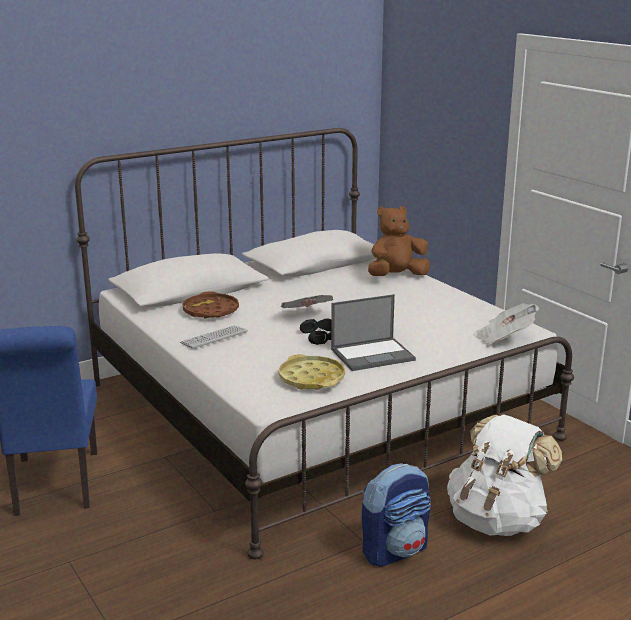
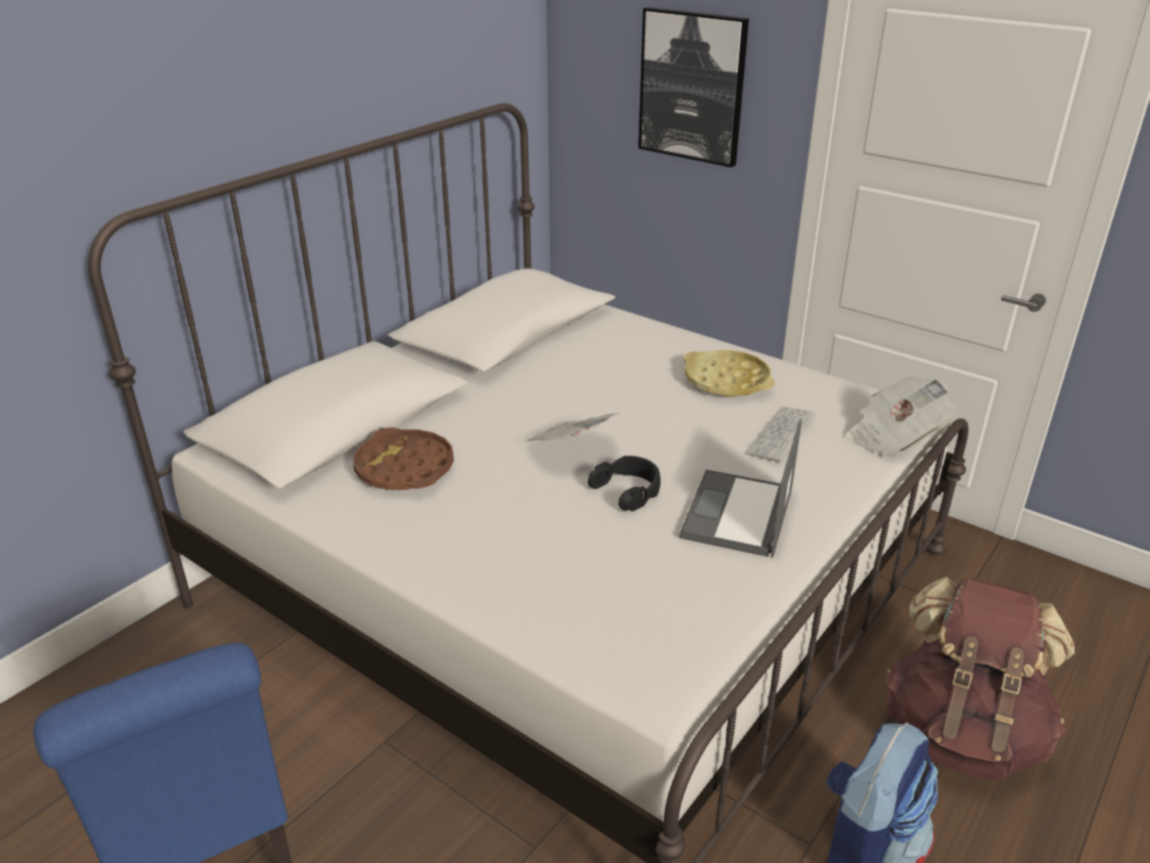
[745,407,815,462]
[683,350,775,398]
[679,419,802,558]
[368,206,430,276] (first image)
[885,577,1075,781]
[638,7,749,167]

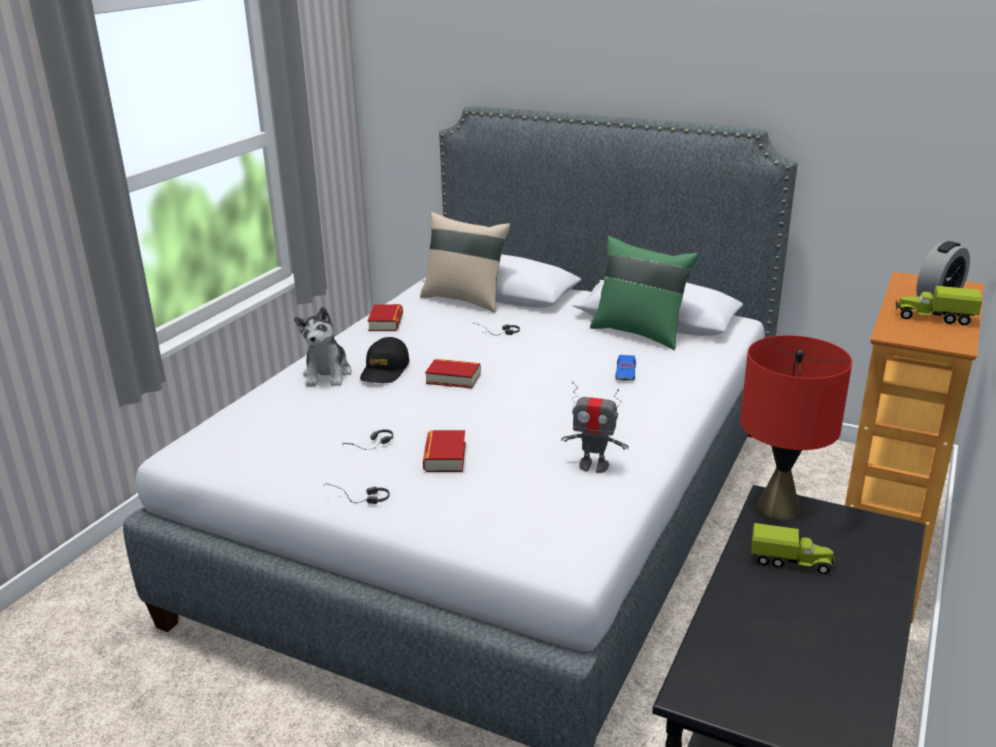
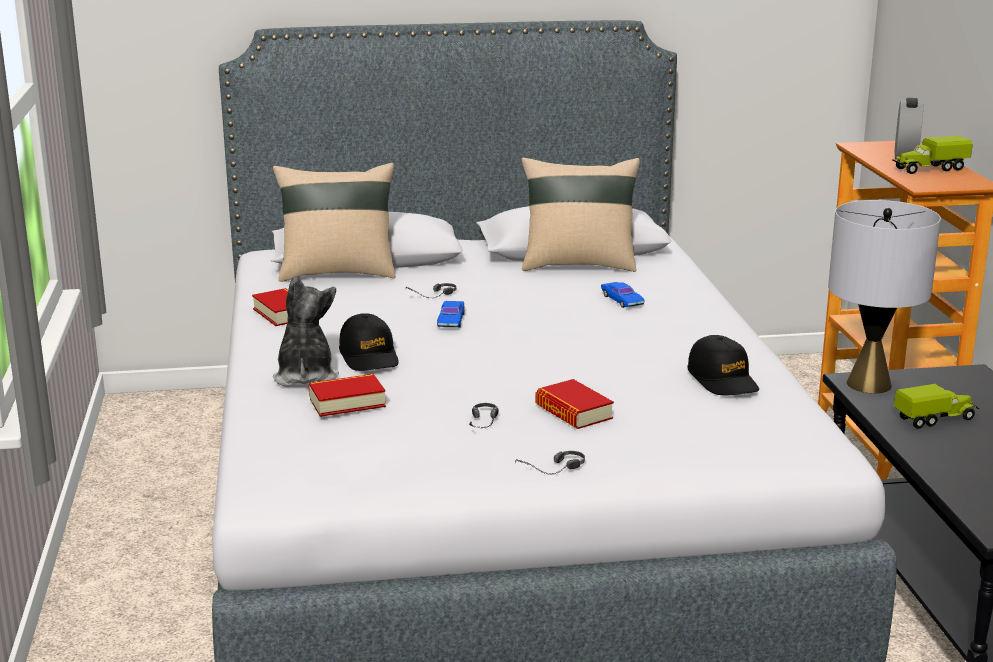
[273,275,339,387]
[309,374,386,417]
[687,335,759,395]
[522,157,640,272]
[828,200,941,393]
[437,301,465,328]

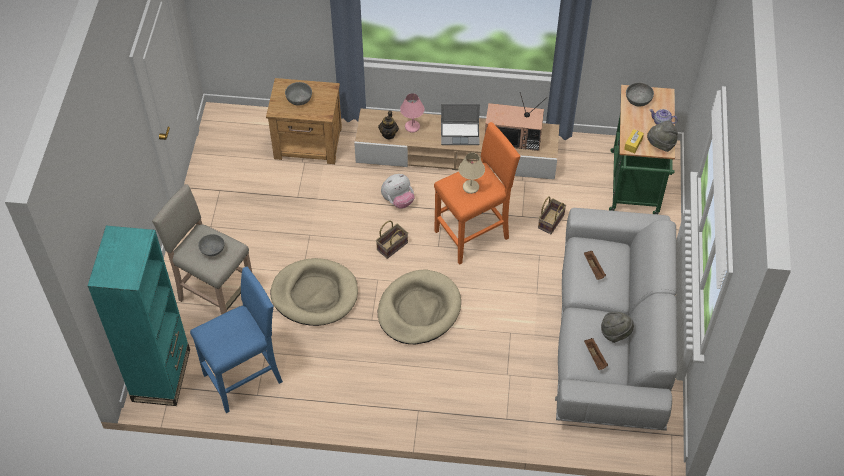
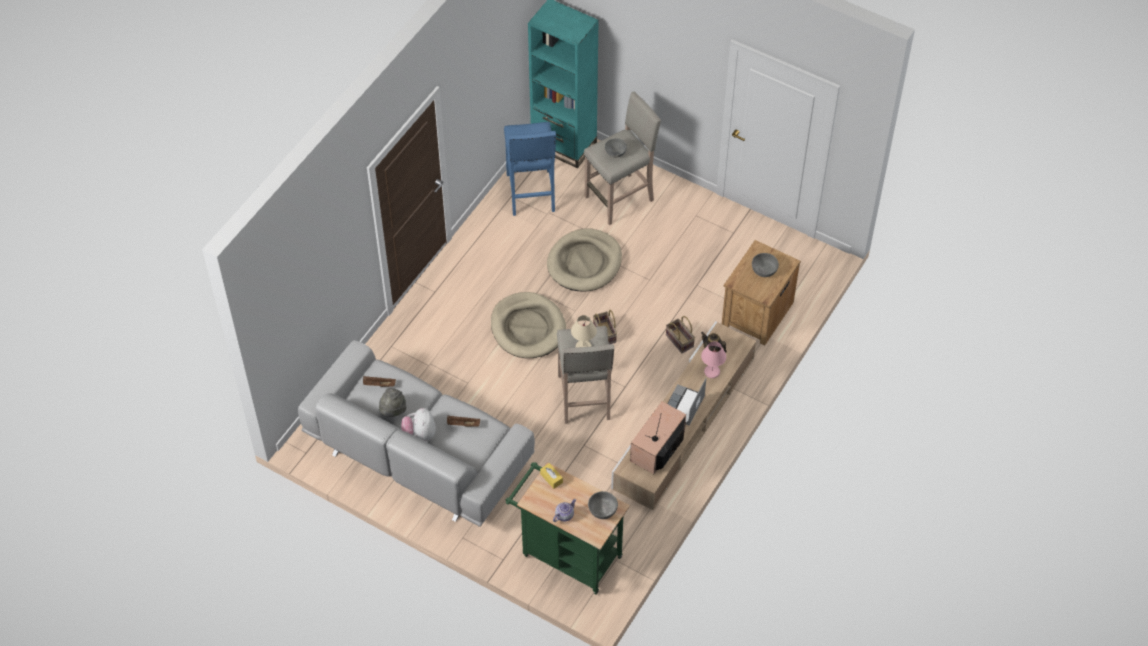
[401,408,436,441]
[557,326,614,424]
[666,316,695,353]
[647,121,678,152] (first image)

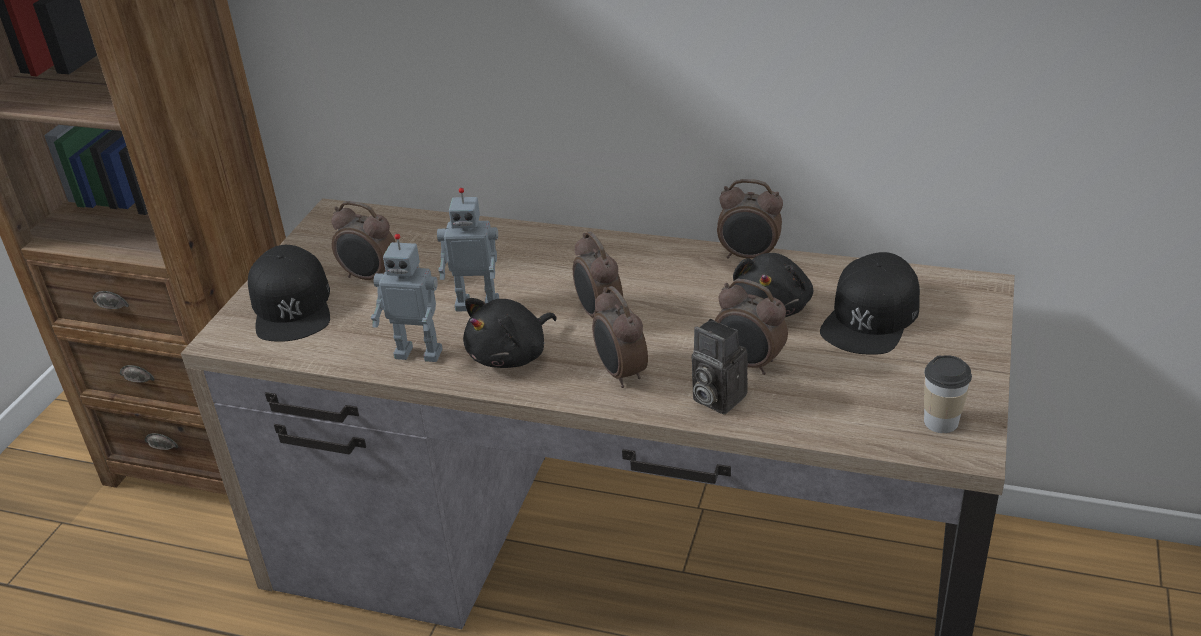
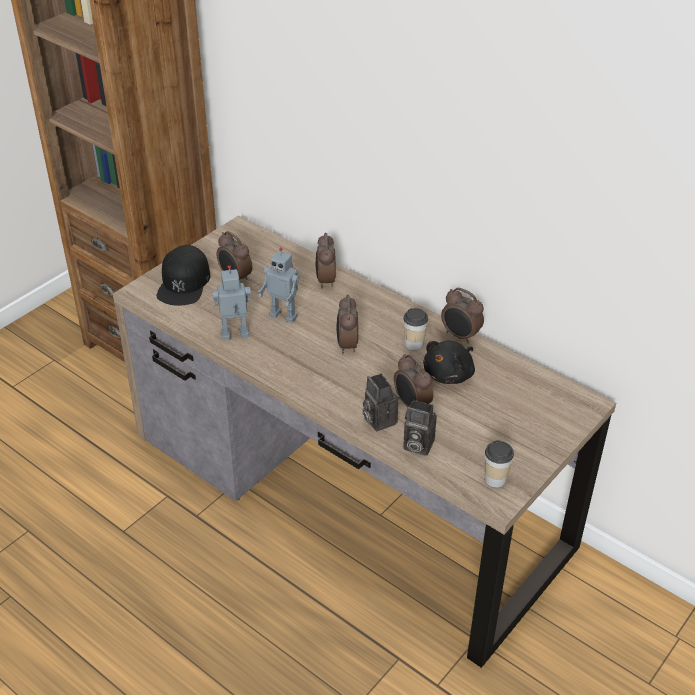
[212,265,251,340]
[463,298,557,368] (first image)
[315,233,336,288]
[820,252,920,355] (first image)
[403,308,428,351]
[403,400,437,456]

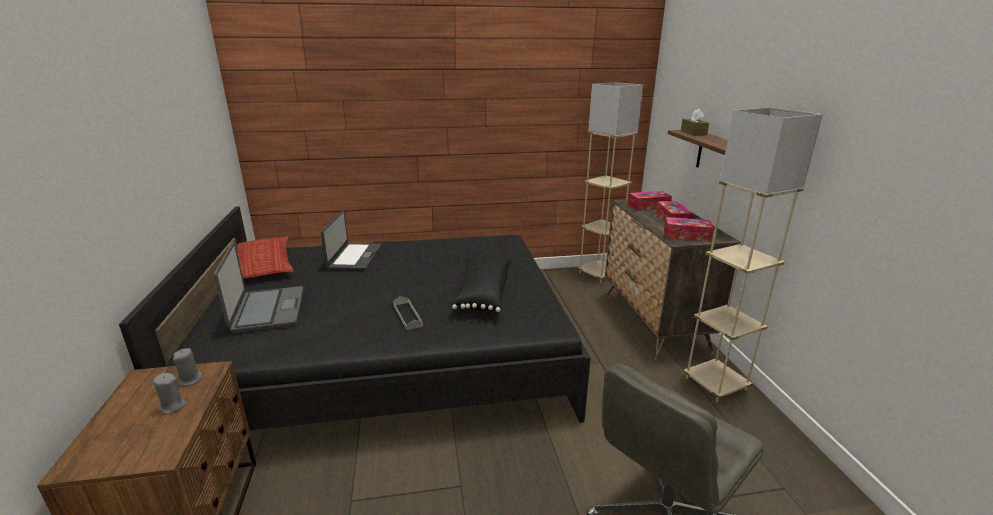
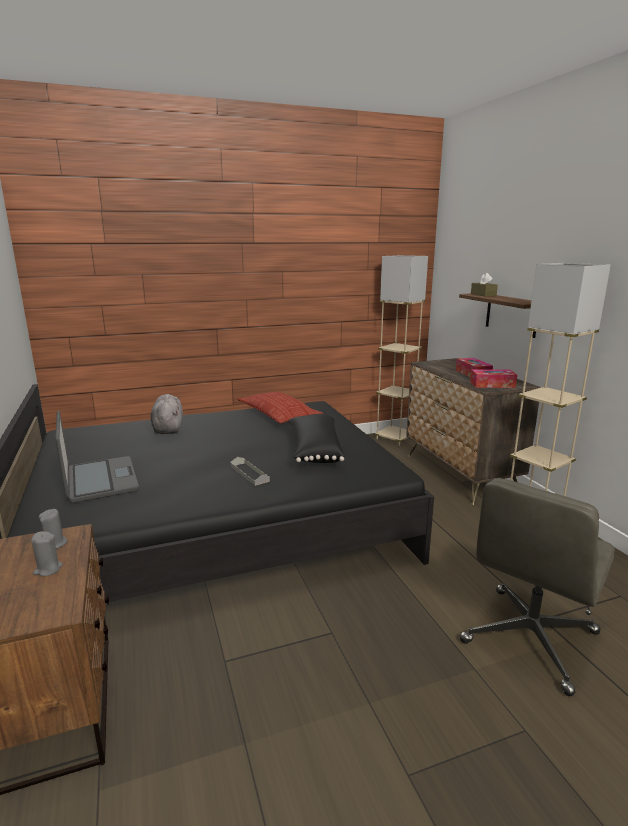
[238,391,323,423]
[151,394,183,434]
[628,191,672,211] (first image)

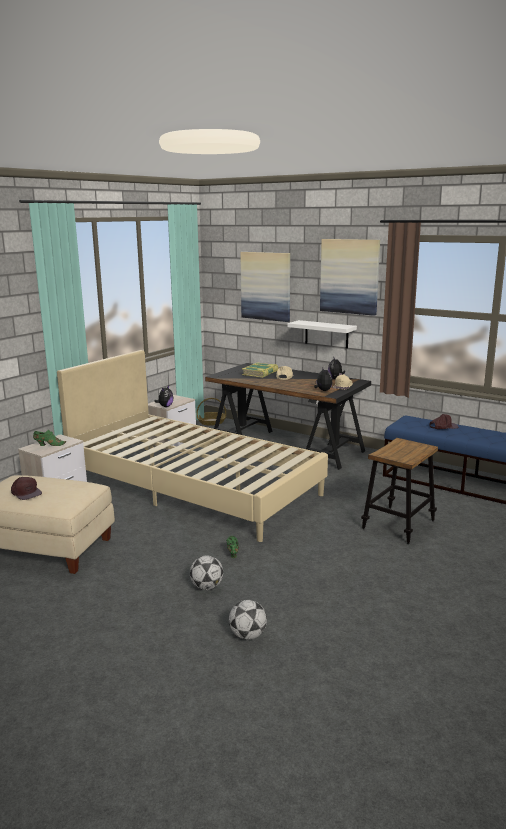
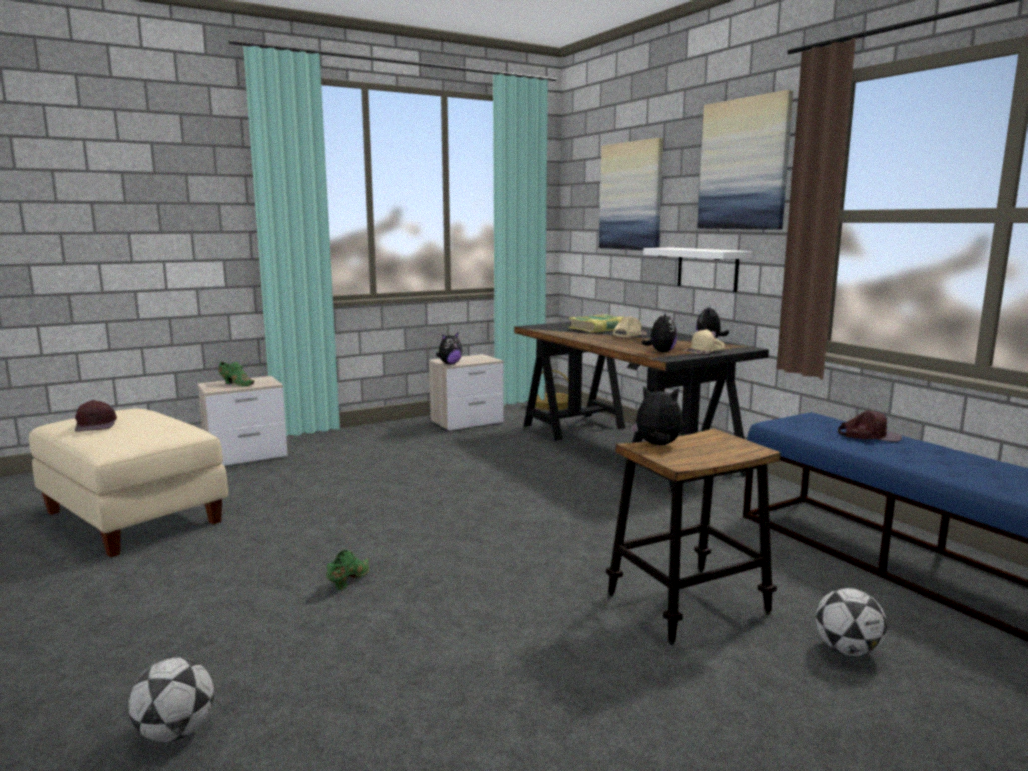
[57,350,328,542] (first image)
[816,588,887,656]
[631,386,683,445]

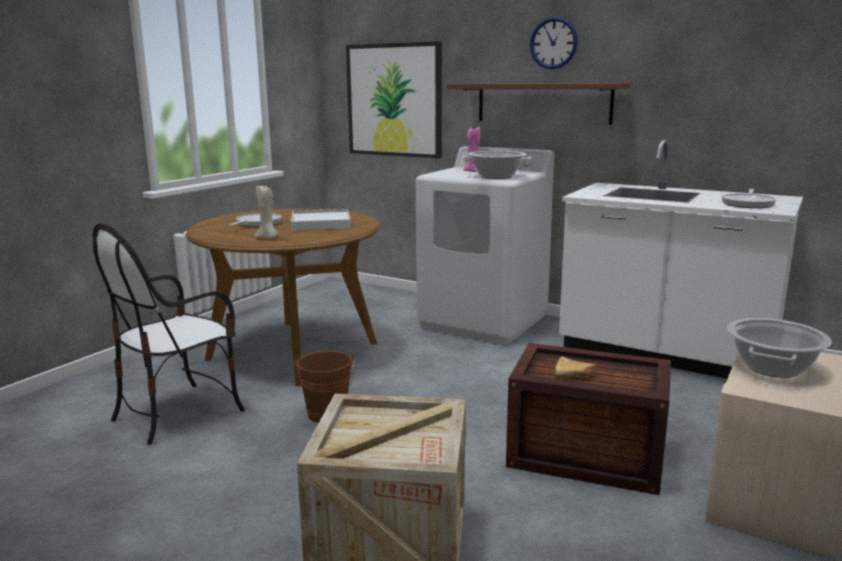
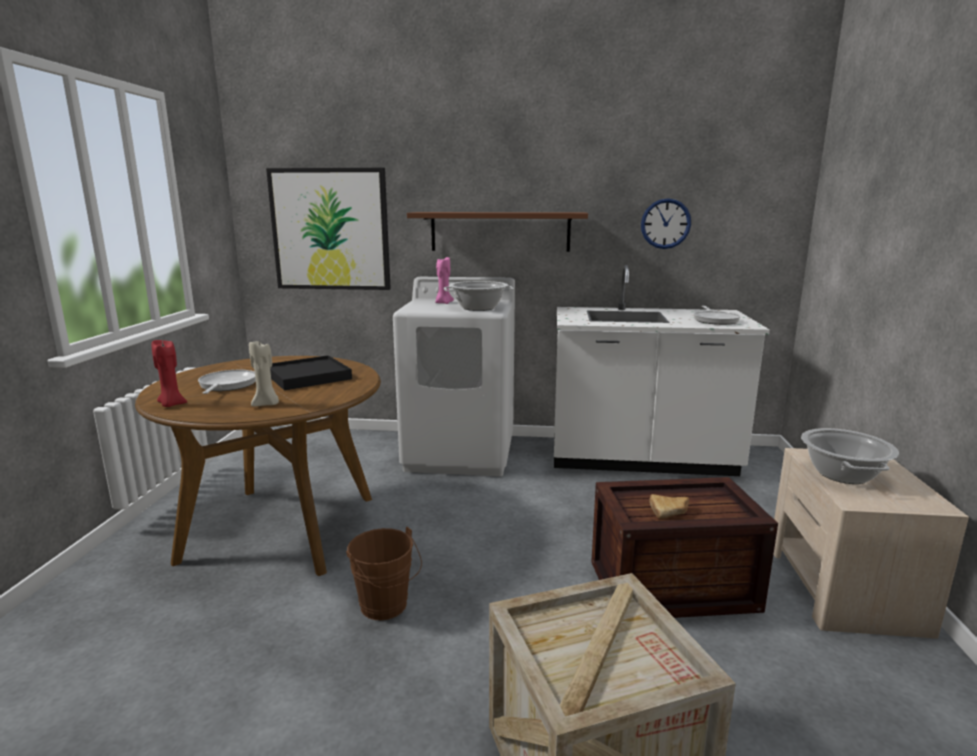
[93,223,245,445] (first image)
[270,355,352,390]
[641,198,691,249]
[152,340,187,407]

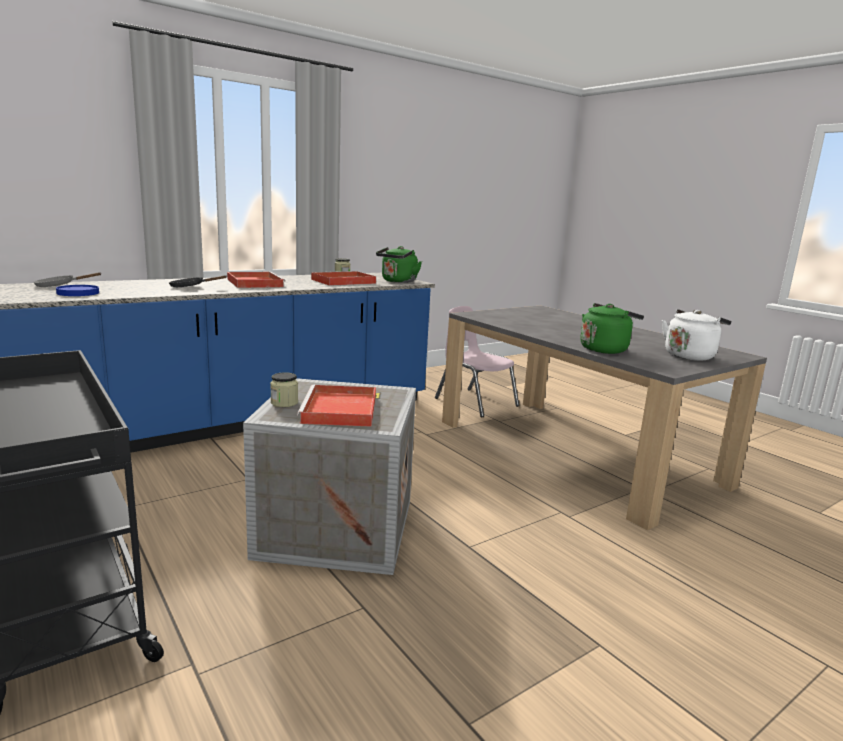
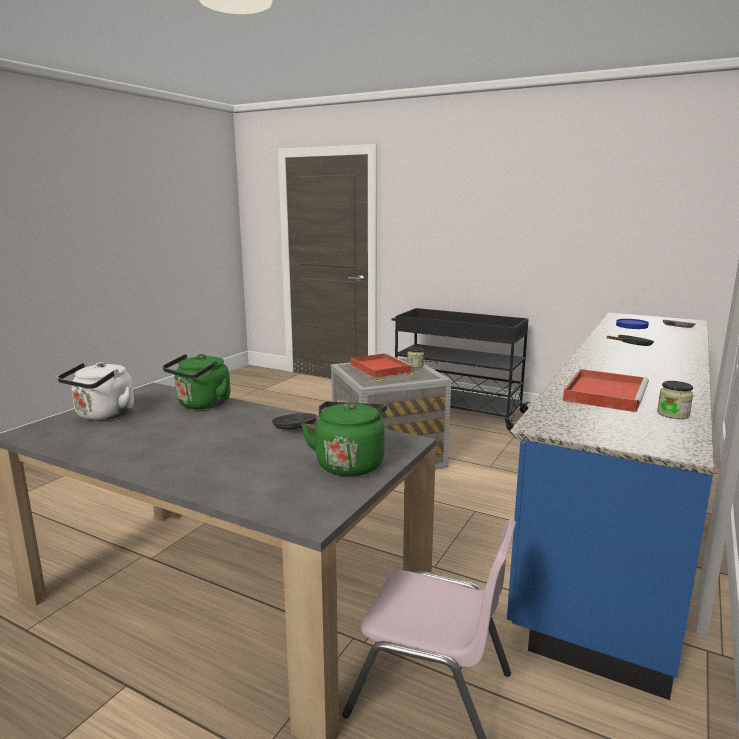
[227,272,286,288] (first image)
[301,402,387,476]
[272,413,317,430]

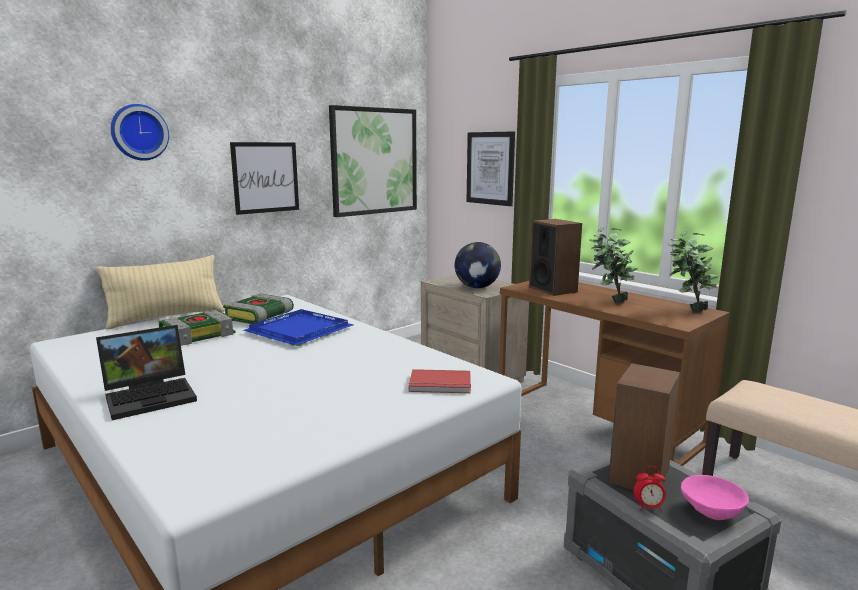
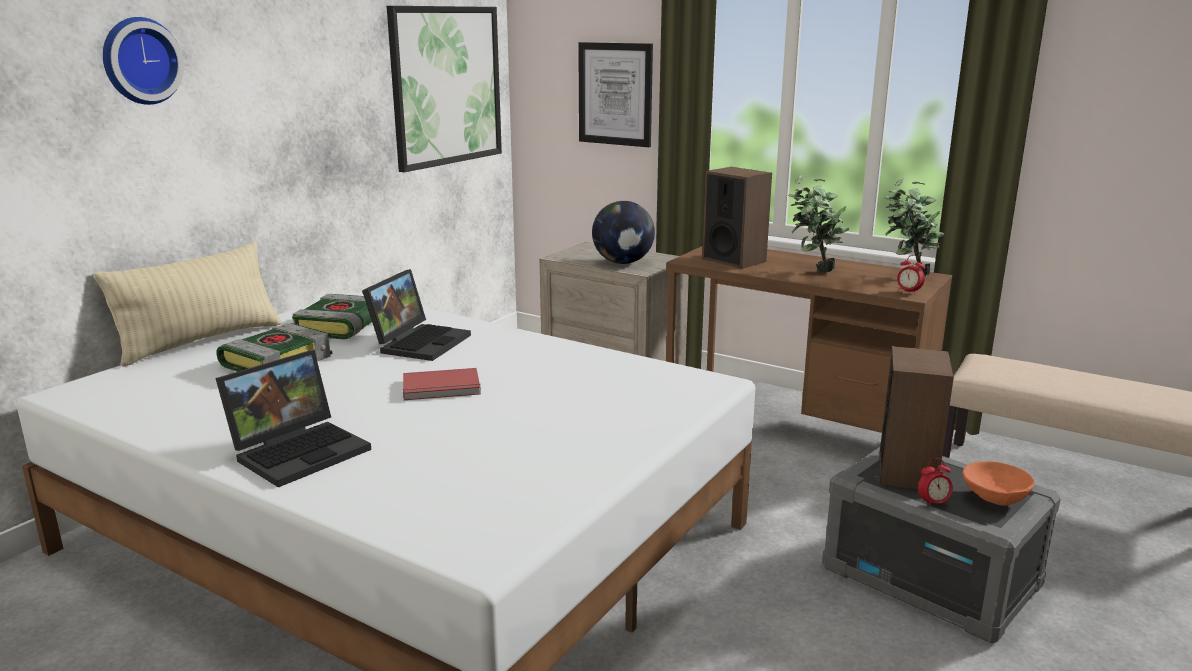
[230,142,299,215] (first image)
[362,269,471,361]
[403,368,481,400]
[963,461,1035,506]
[897,255,925,295]

